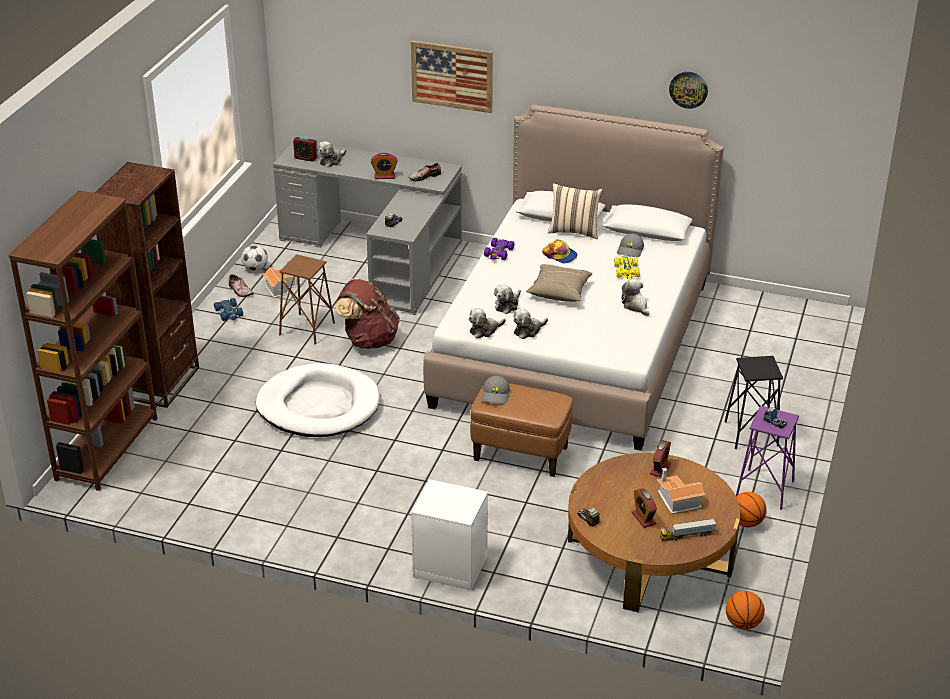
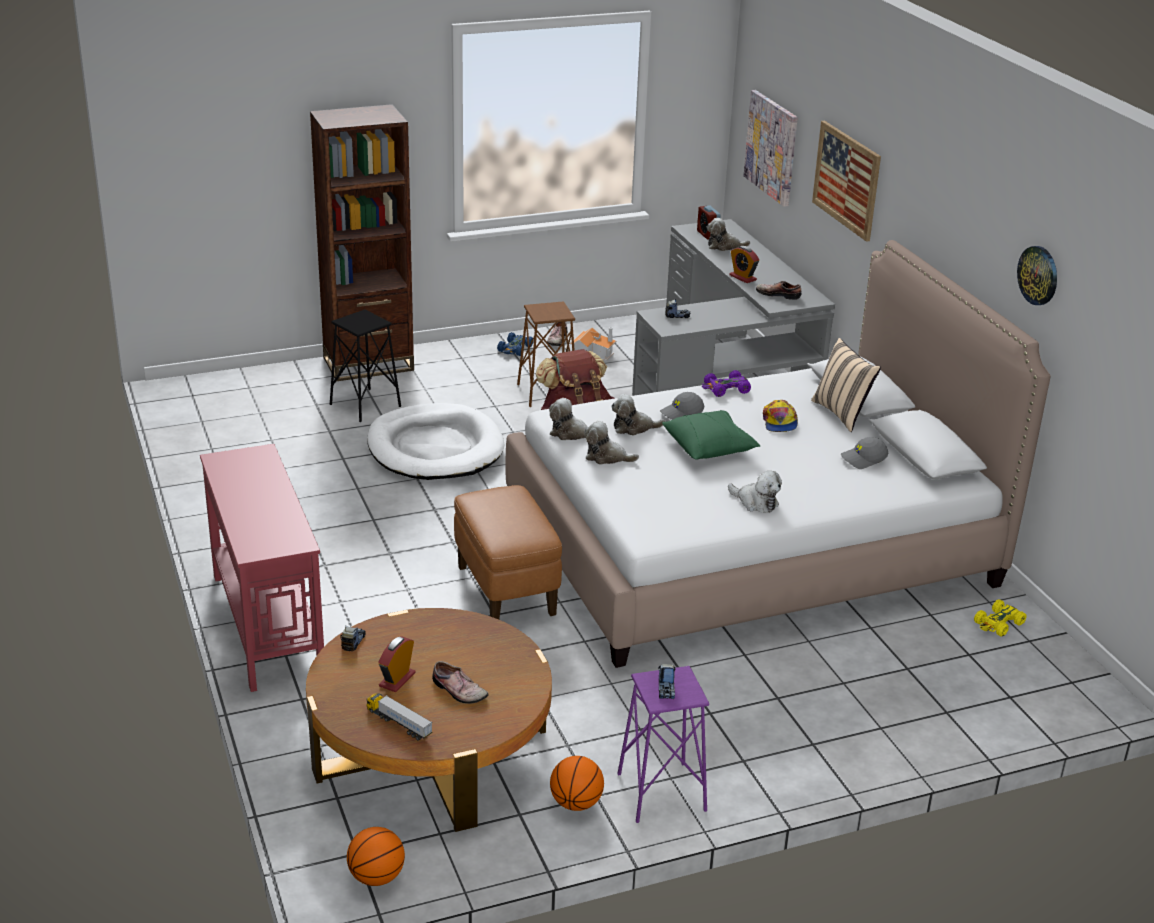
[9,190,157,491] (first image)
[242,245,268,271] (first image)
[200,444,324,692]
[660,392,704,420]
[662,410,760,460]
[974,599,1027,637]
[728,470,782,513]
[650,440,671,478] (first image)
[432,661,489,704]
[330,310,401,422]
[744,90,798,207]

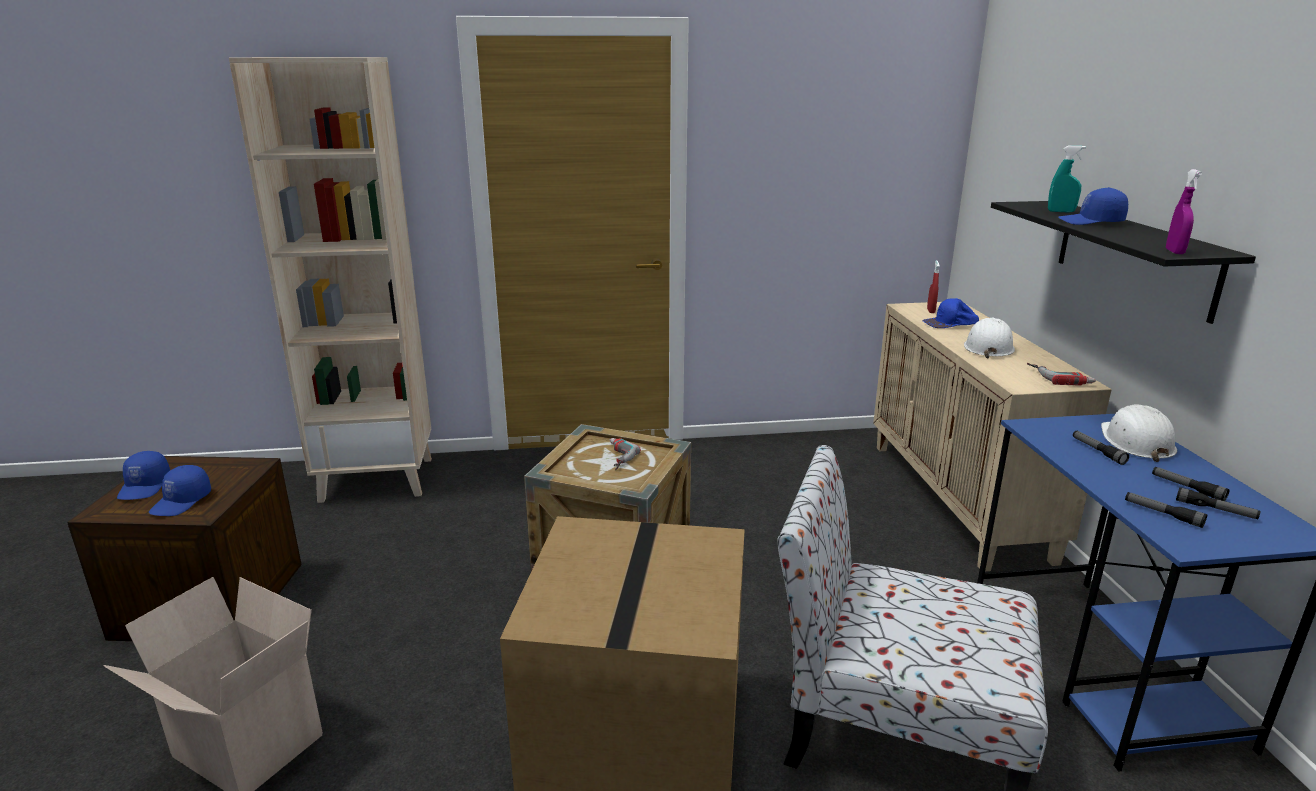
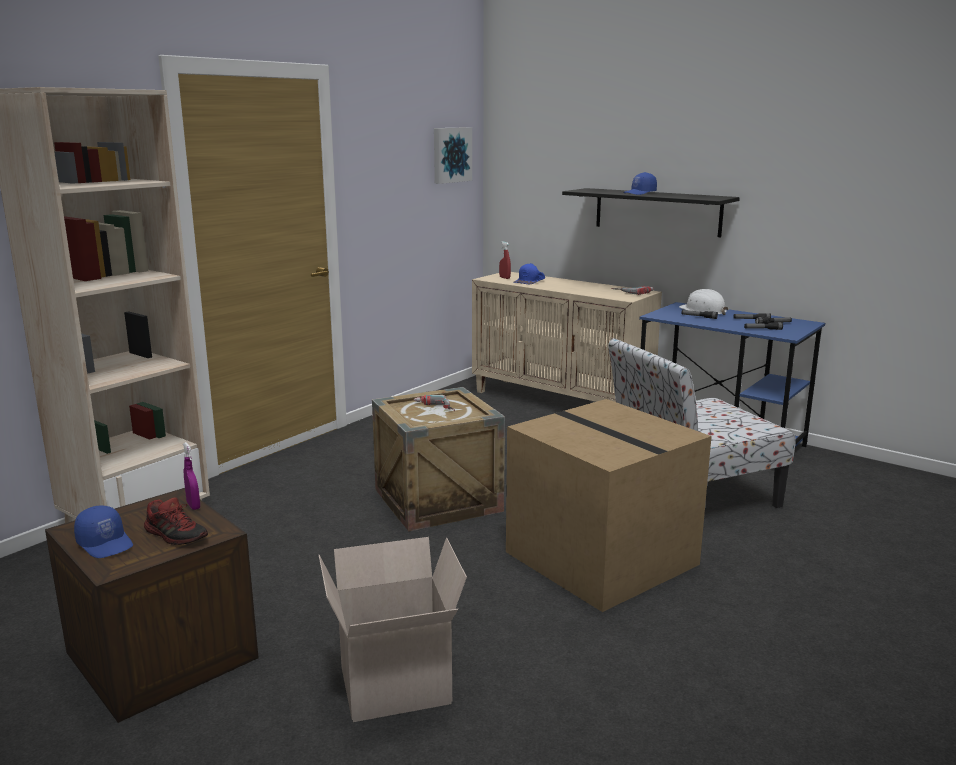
[144,497,208,545]
[964,318,1015,358] (first image)
[1048,146,1086,213] (first image)
[183,442,200,510]
[434,127,472,184]

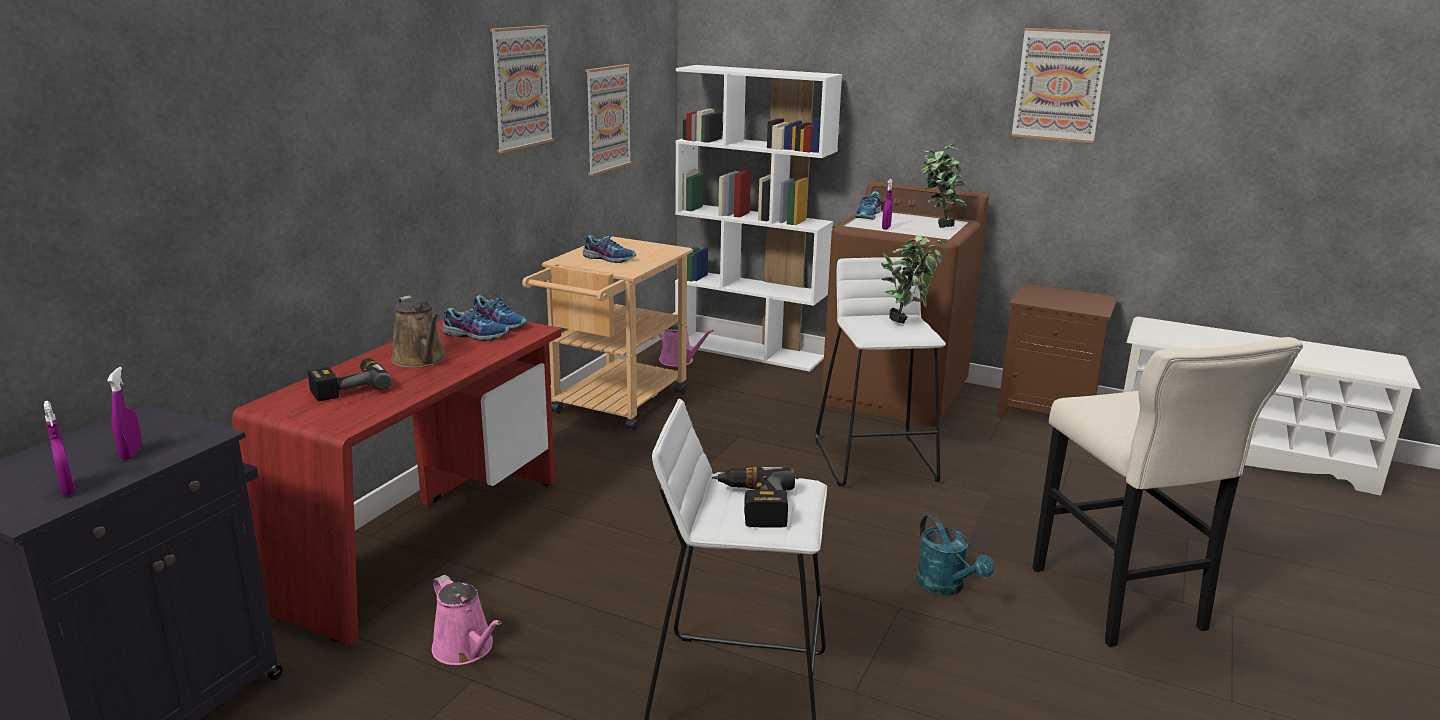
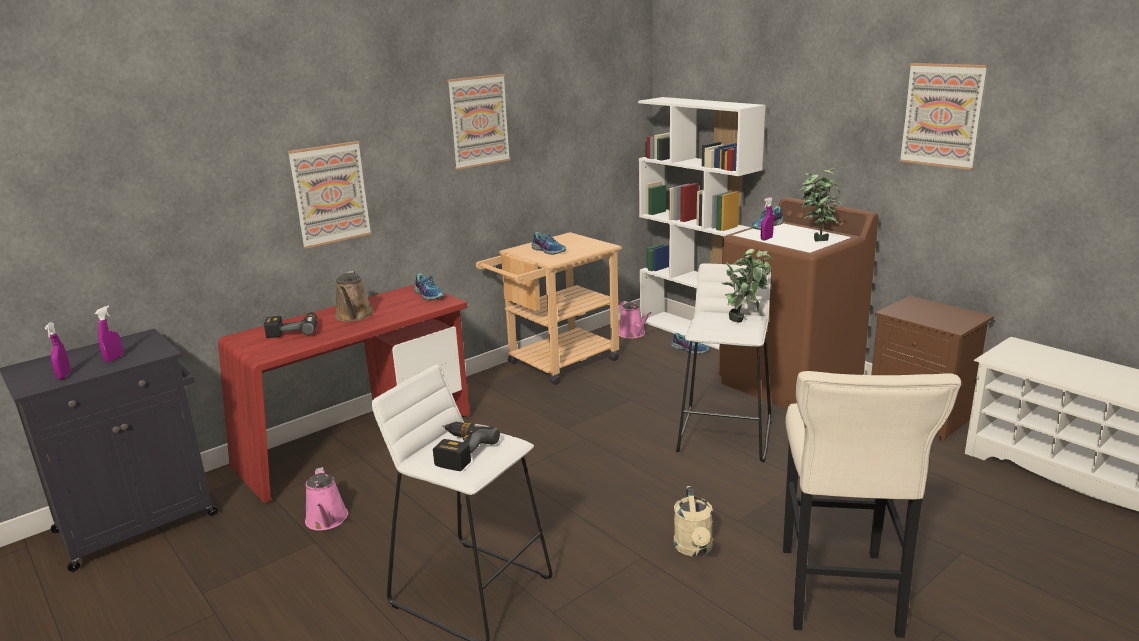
[671,333,709,355]
[288,141,372,249]
[674,486,713,557]

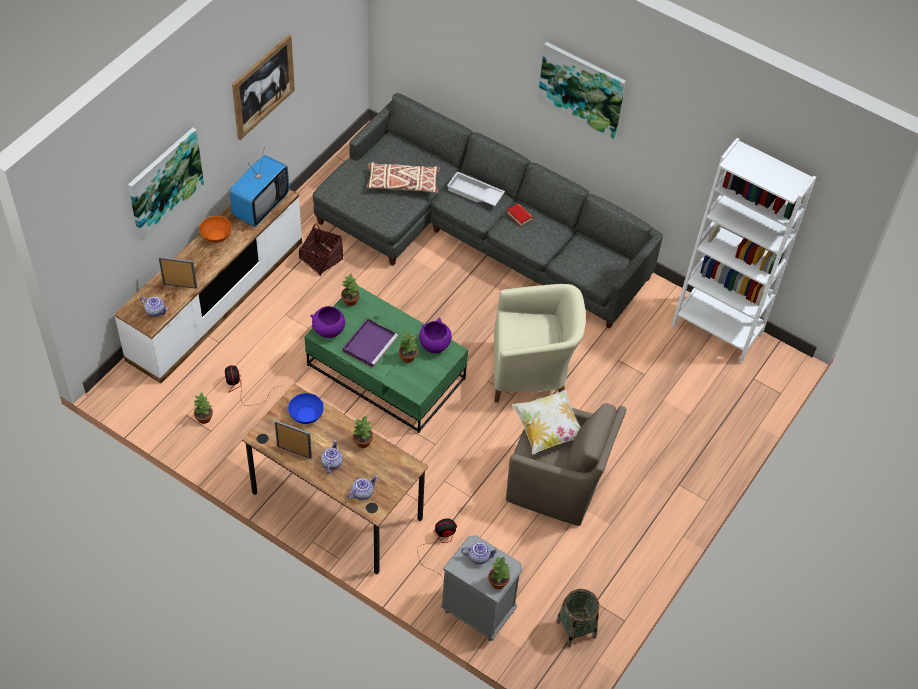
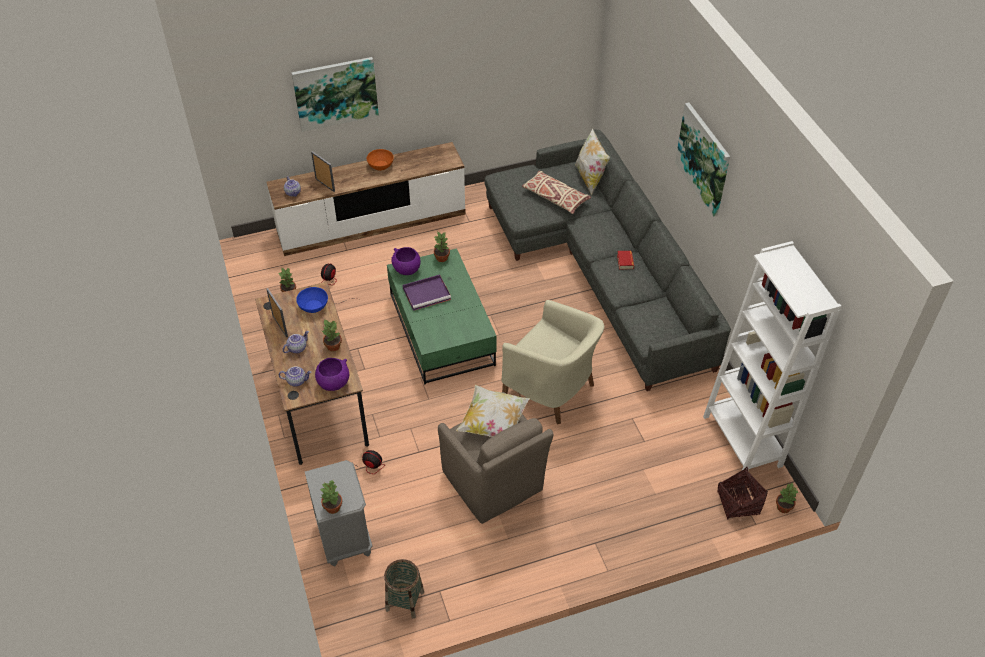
[230,147,289,227] (first image)
[232,35,295,140] (first image)
[717,467,768,520]
[776,482,799,513]
[315,358,349,391]
[447,172,505,206] (first image)
[461,542,498,565] (first image)
[575,128,610,195]

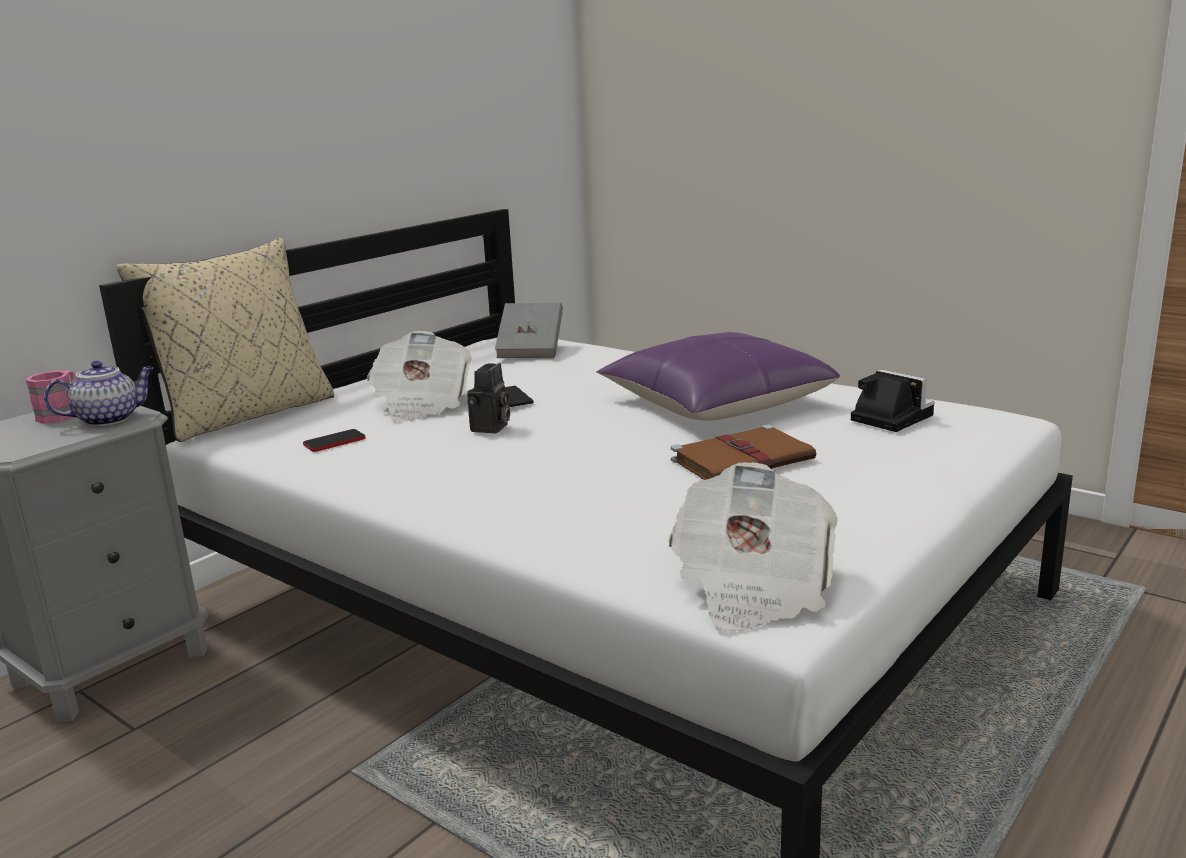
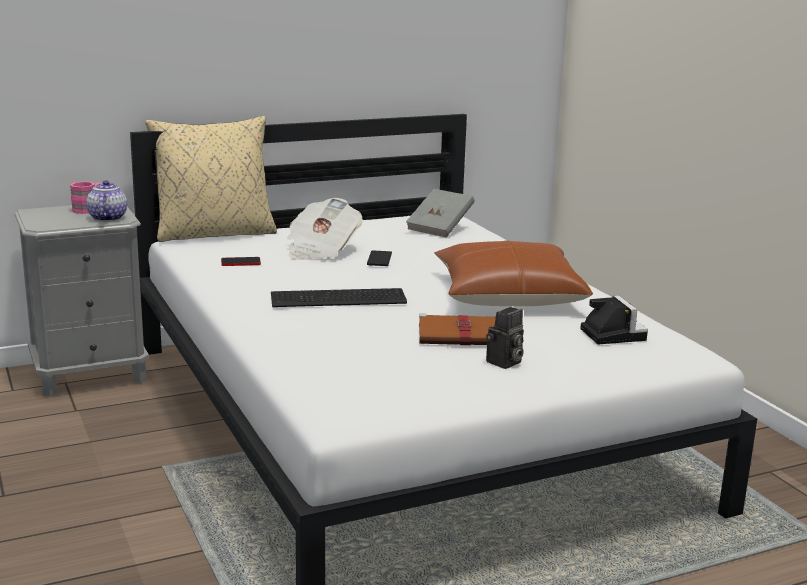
[86,180,127,221]
[486,307,524,369]
[434,240,593,306]
[668,462,838,631] (first image)
[271,288,407,307]

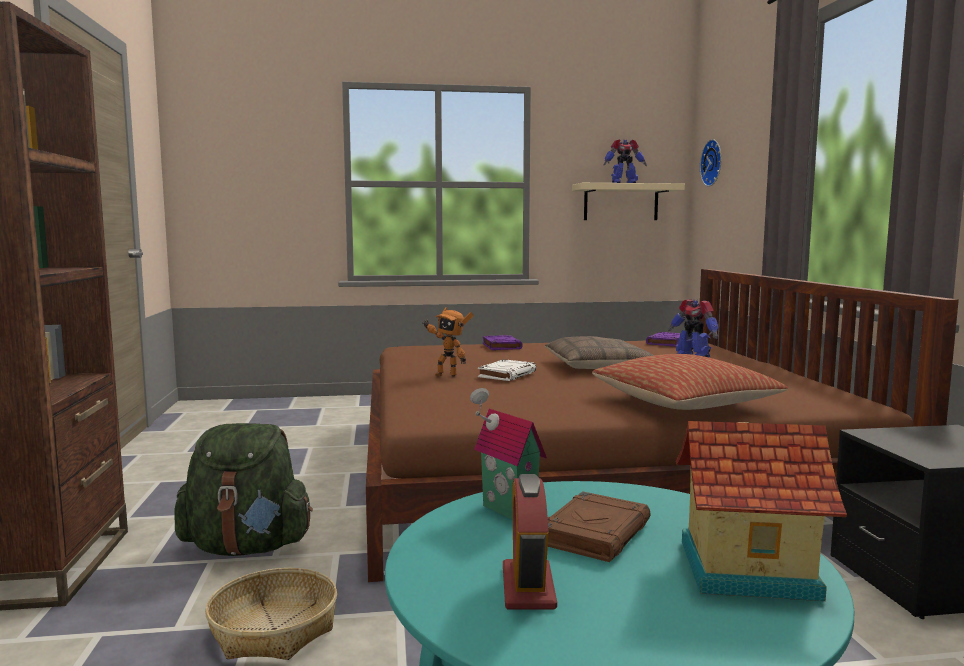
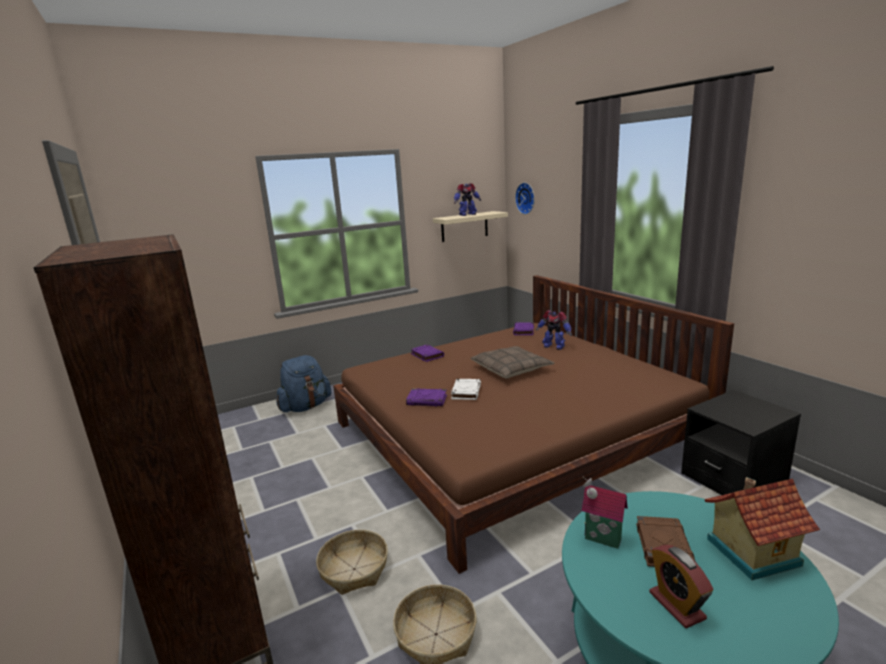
[316,530,388,595]
[406,388,447,406]
[592,354,788,410] (first image)
[276,355,332,412]

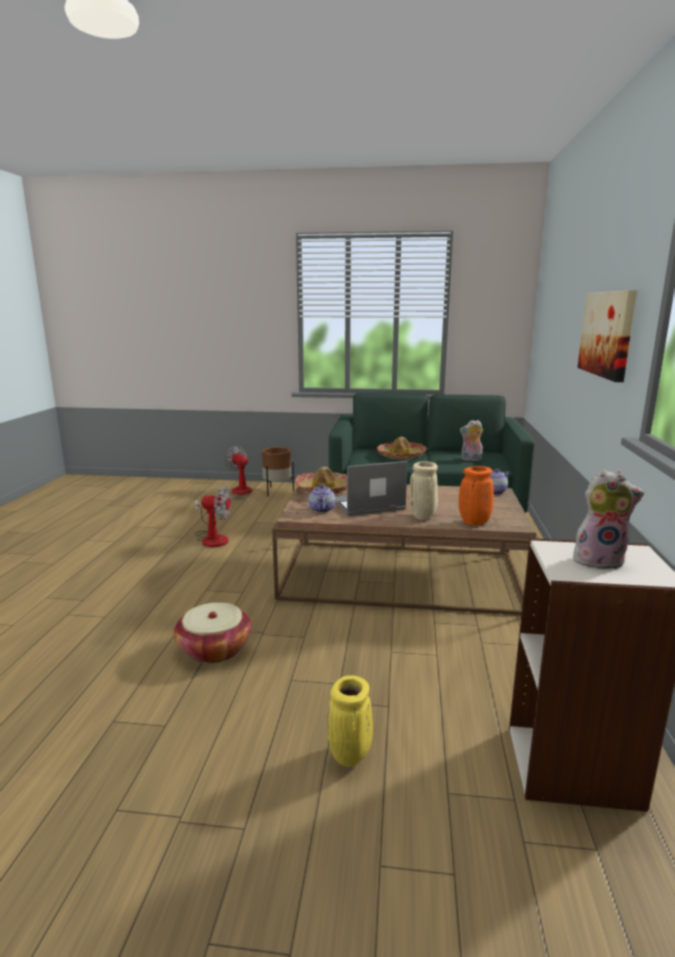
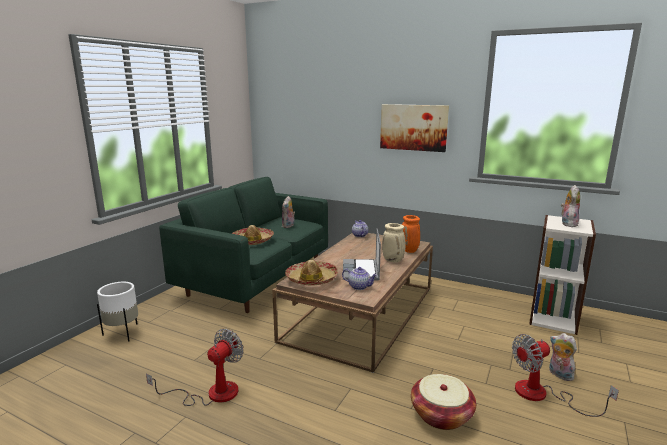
[512,334,619,417]
[97,282,138,342]
[549,333,577,381]

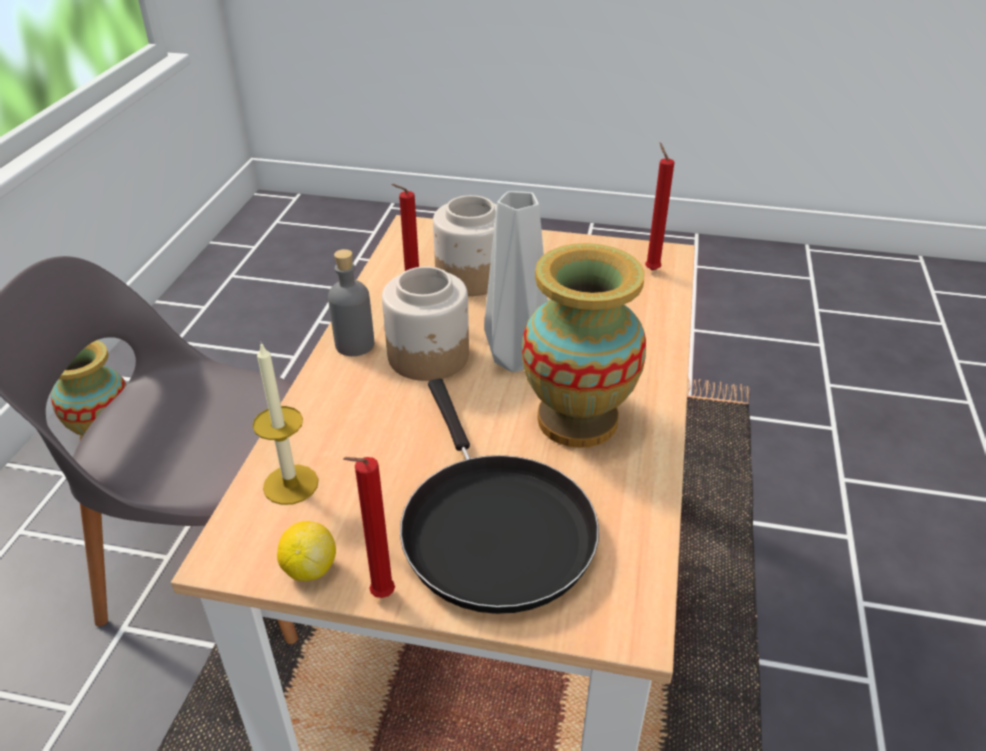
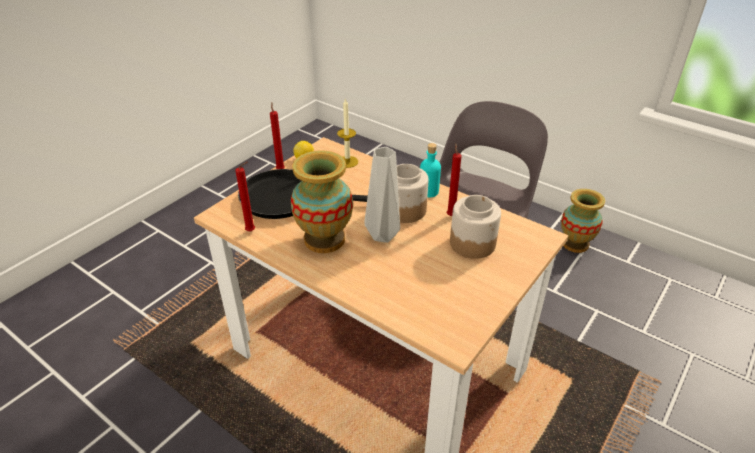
[420,143,441,197]
[235,162,255,232]

